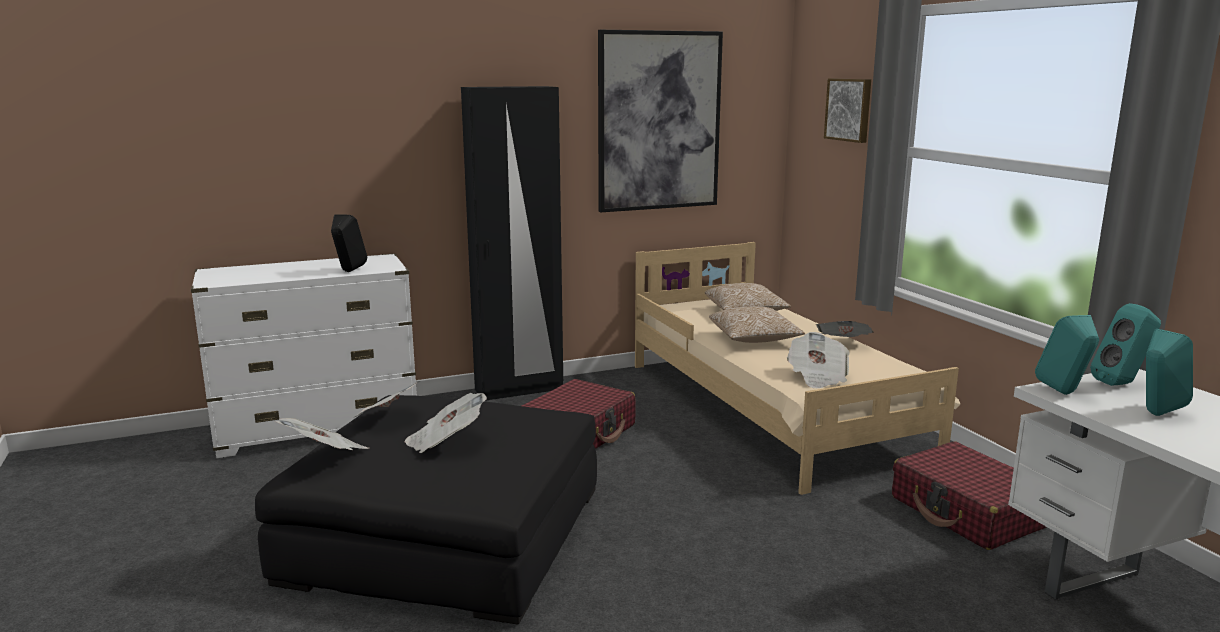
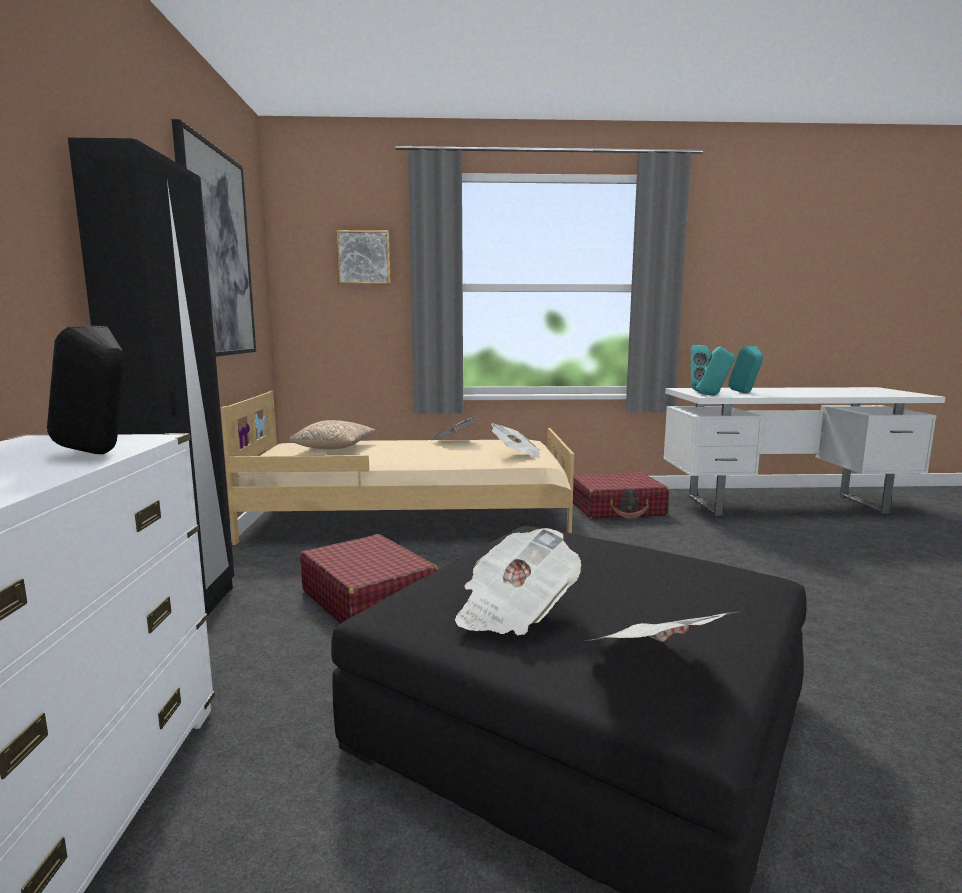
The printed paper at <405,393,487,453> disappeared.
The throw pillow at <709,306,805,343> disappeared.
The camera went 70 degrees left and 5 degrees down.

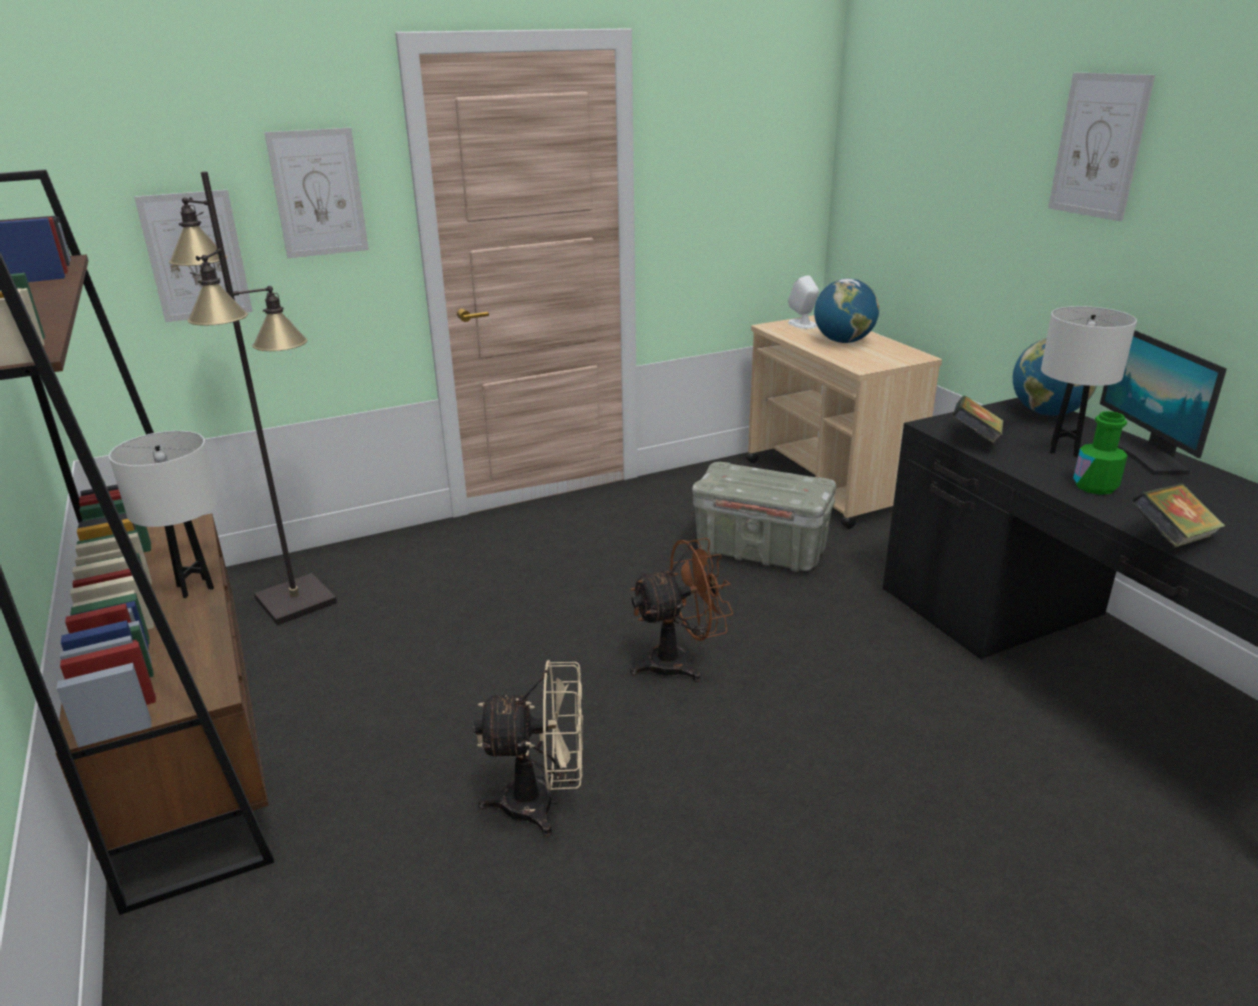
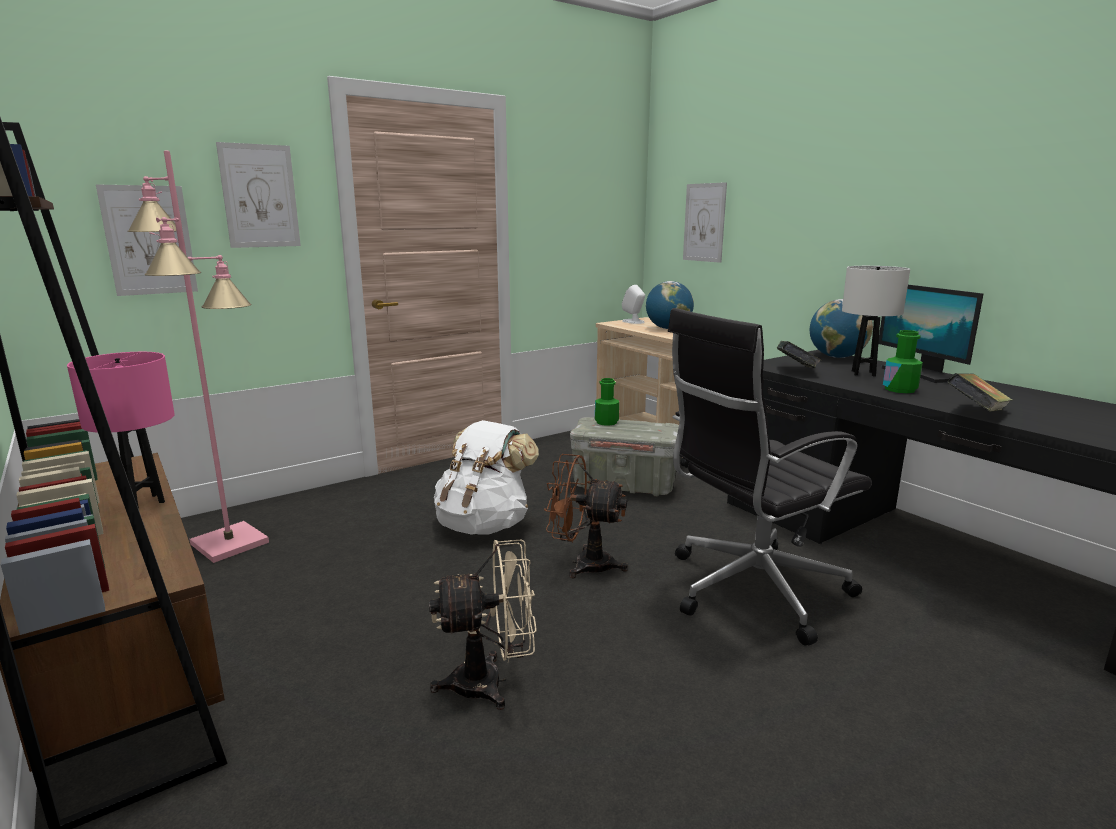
The lamp for a table (whitish) at <109,431,219,598> became the lamp for a table (pinkish) at <67,352,175,509>.
The floor lamp (black) at <169,171,337,625> became the floor lamp (pinkish) at <127,151,269,563>.
The electric fan (brown-coloured) at <630,538,733,682> turned 135 degrees counterclockwise.
The wall picture moved from <1048,73,1155,221> to <683,182,727,263>.
The rucksack (whitish) at <434,420,539,535> appeared.
The beverage bottle (green-coloured) at <595,378,619,426> appeared.
The desk chair (black) at <668,308,872,645> appeared.
The camera went 10 degrees left and 10 degrees down.

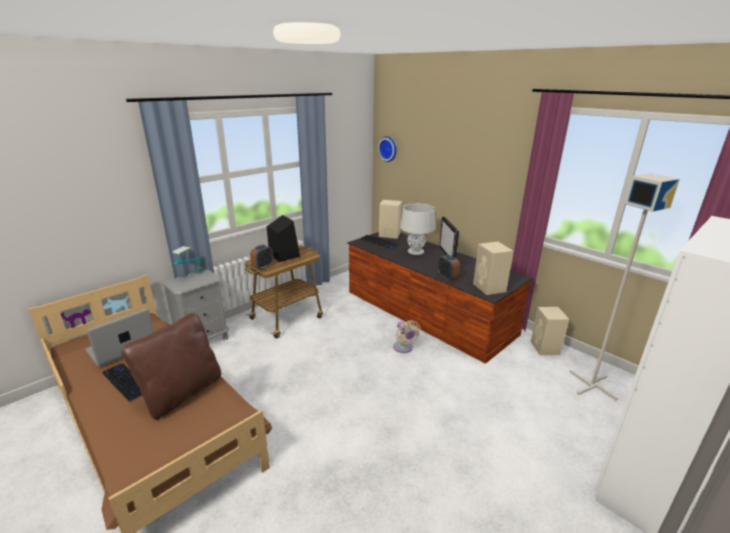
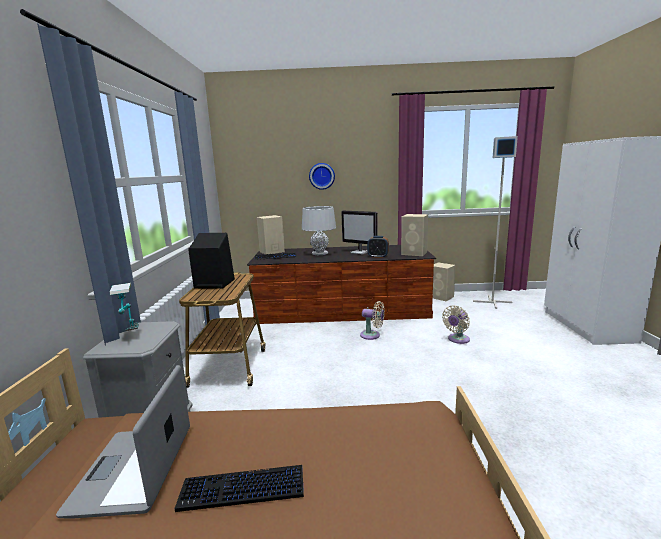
The throw pillow (brown-coloured) at <121,313,221,420> disappeared.
The bedside clock at <250,245,273,270> disappeared.
The clock on the wall moved from <378,136,397,162> to <309,163,335,190>.
The electric fan (beige-coloured) at <442,306,470,344> appeared.
The camera went 45 degrees left and 10 degrees down.

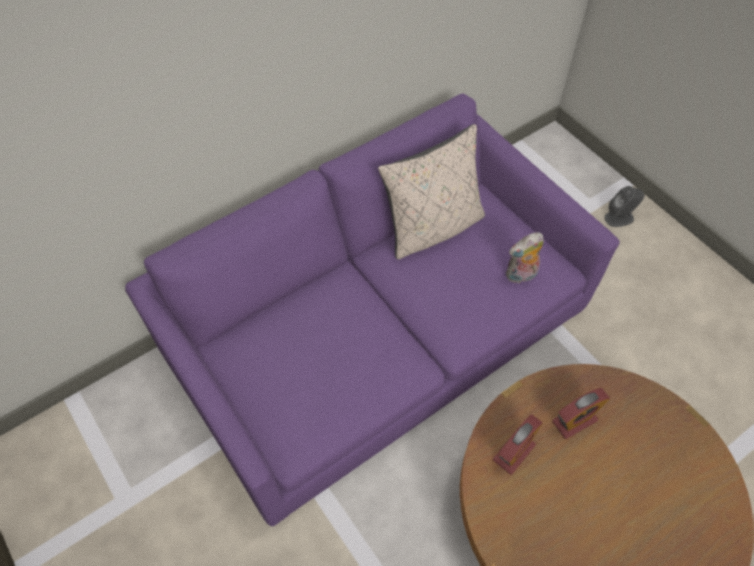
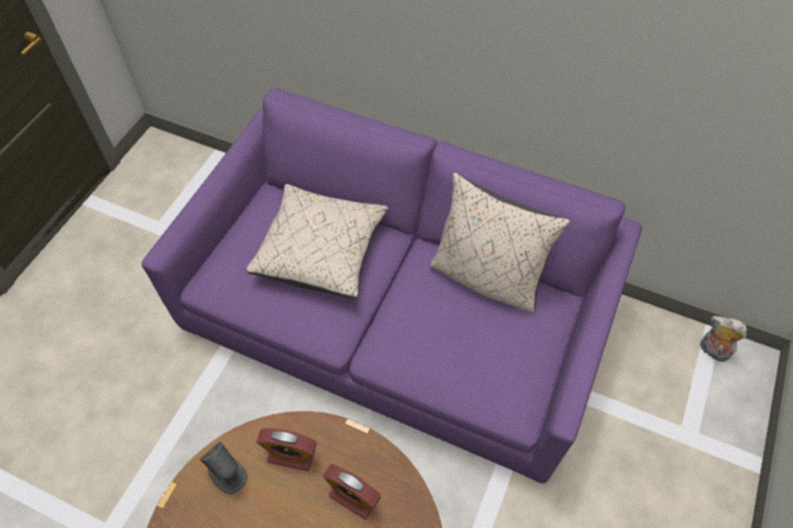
The cuddly toy moved from <506,232,544,283> to <700,316,747,362>.
The audio speaker (gray) moved from <605,186,645,227> to <199,441,247,494>.
The throw pillow (beige-coloured) at <246,184,388,299> appeared.
The camera went 60 degrees right and 0 degrees up.

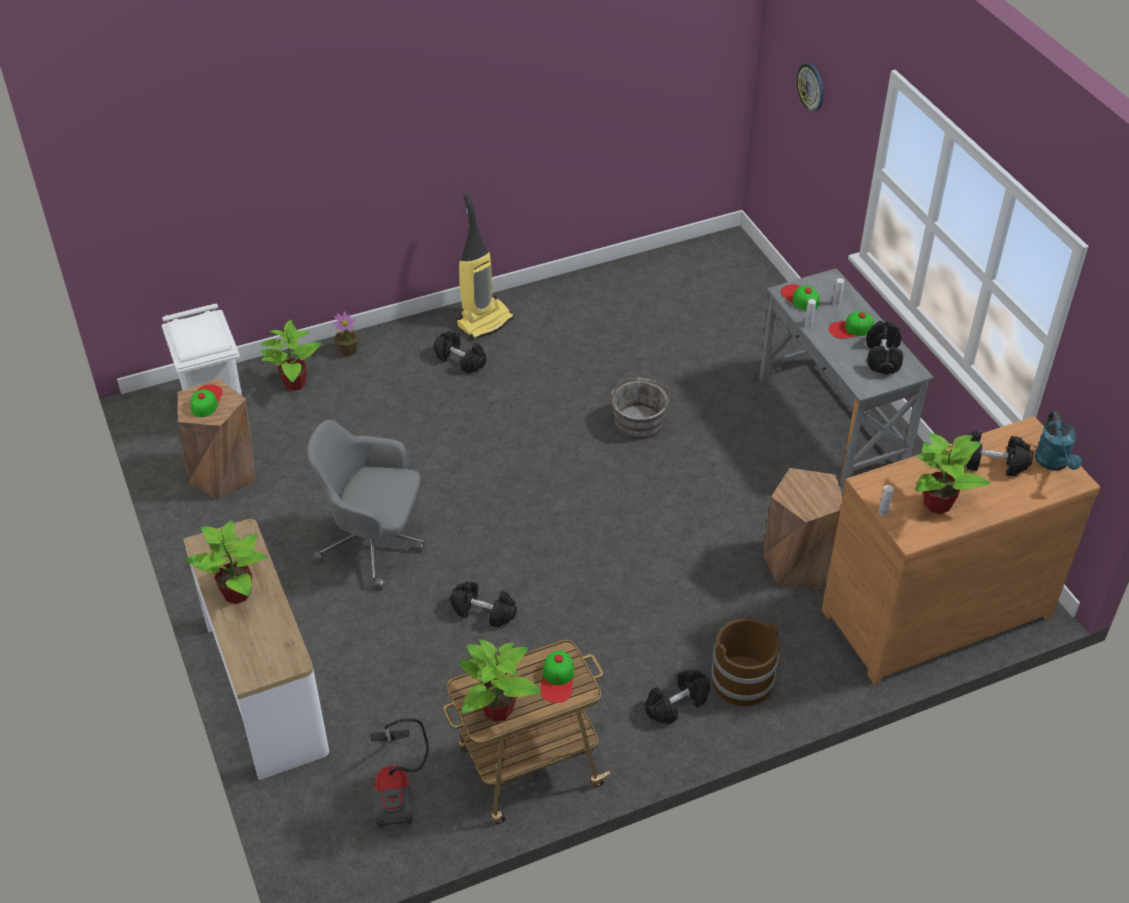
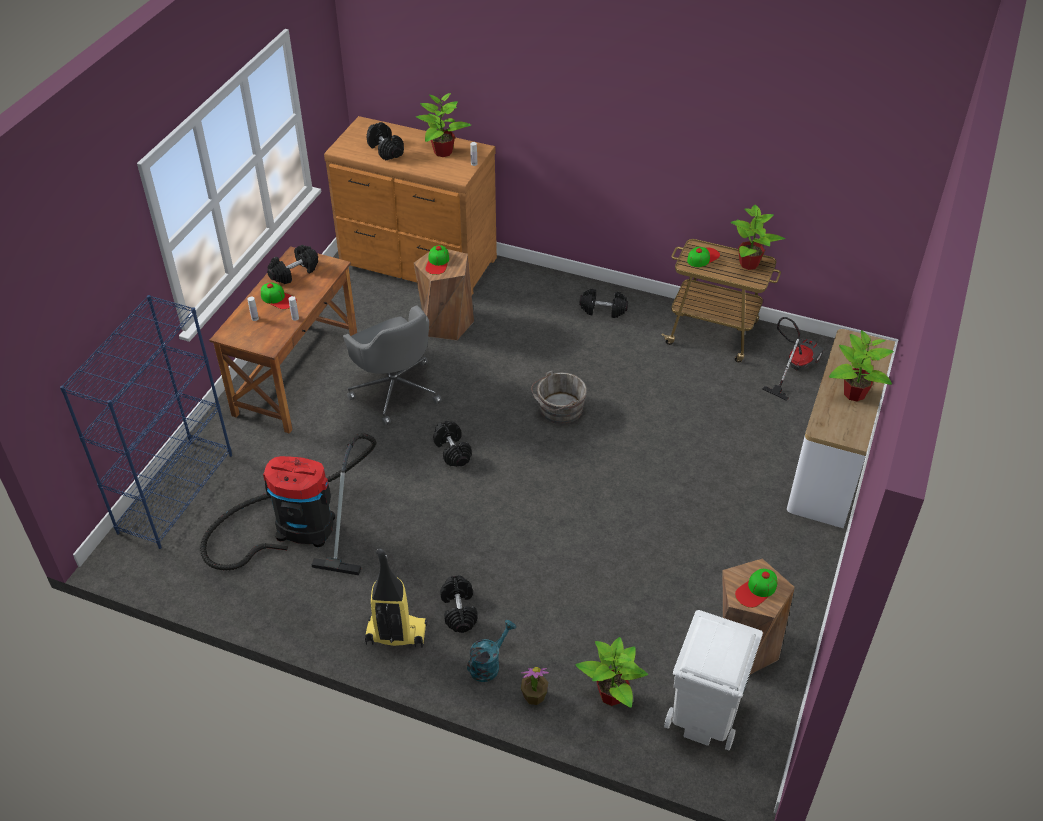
The desk chair (gray) moved from <307,420,425,591> to <343,305,442,425>.
The free weight (black) moved from <450,581,517,627> to <433,421,472,467>.
The pail (gray) moved from <611,377,670,440> to <531,371,587,424>.
The pail (brown-coloured) at <712,619,779,706> disappeared.
The desk table (gray) at <759,268,934,487> became the desk table (brown-coloured) at <209,246,357,434>.
The baseball cap moved from <781,284,819,311> to <425,245,449,275>.
The clock on the wall at <796,63,824,111> disappeared.
The watering pot (turquoise) moved from <1035,412,1082,471> to <467,620,516,682>.
The bookshelf (blue-coloured) at <60,295,232,549> appeared.
The vacuum cleaner at <200,433,376,575> appeared.
The camera went 135 degrees left and 0 degrees up.

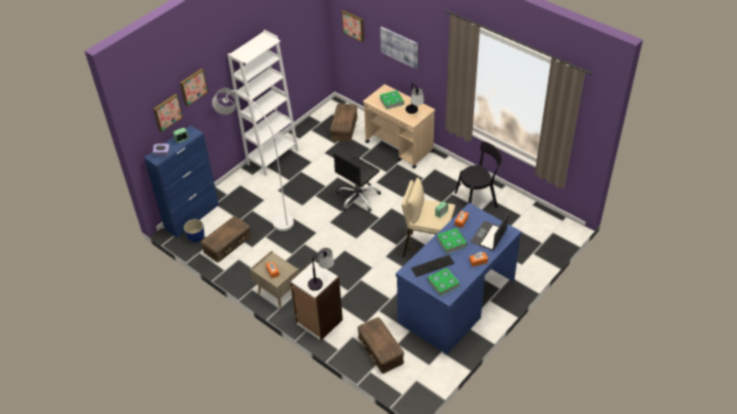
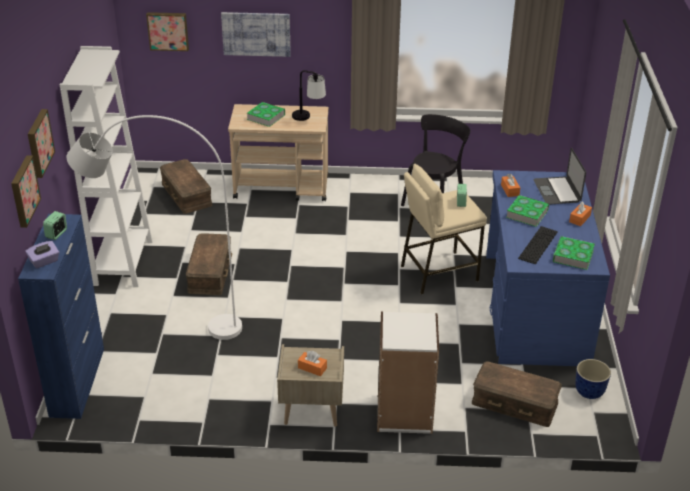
The planter moved from <184,219,204,242> to <575,359,611,399>.
The storage bin (brown-coloured) moved from <201,216,251,262> to <186,233,232,295>.
The lamp for a table at <308,248,334,291> disappeared.
The desk chair (black) at <333,152,381,212> disappeared.
The camera went 40 degrees left and 10 degrees down.

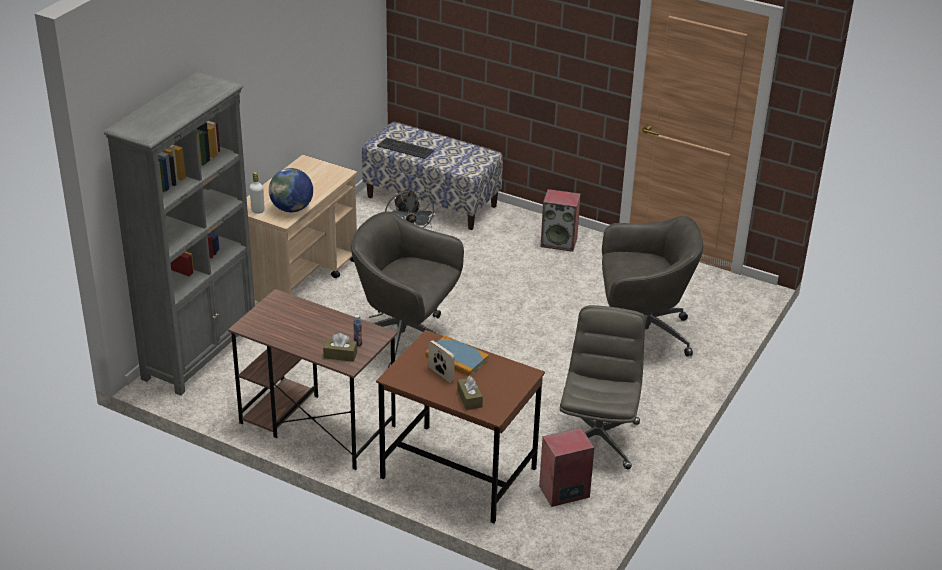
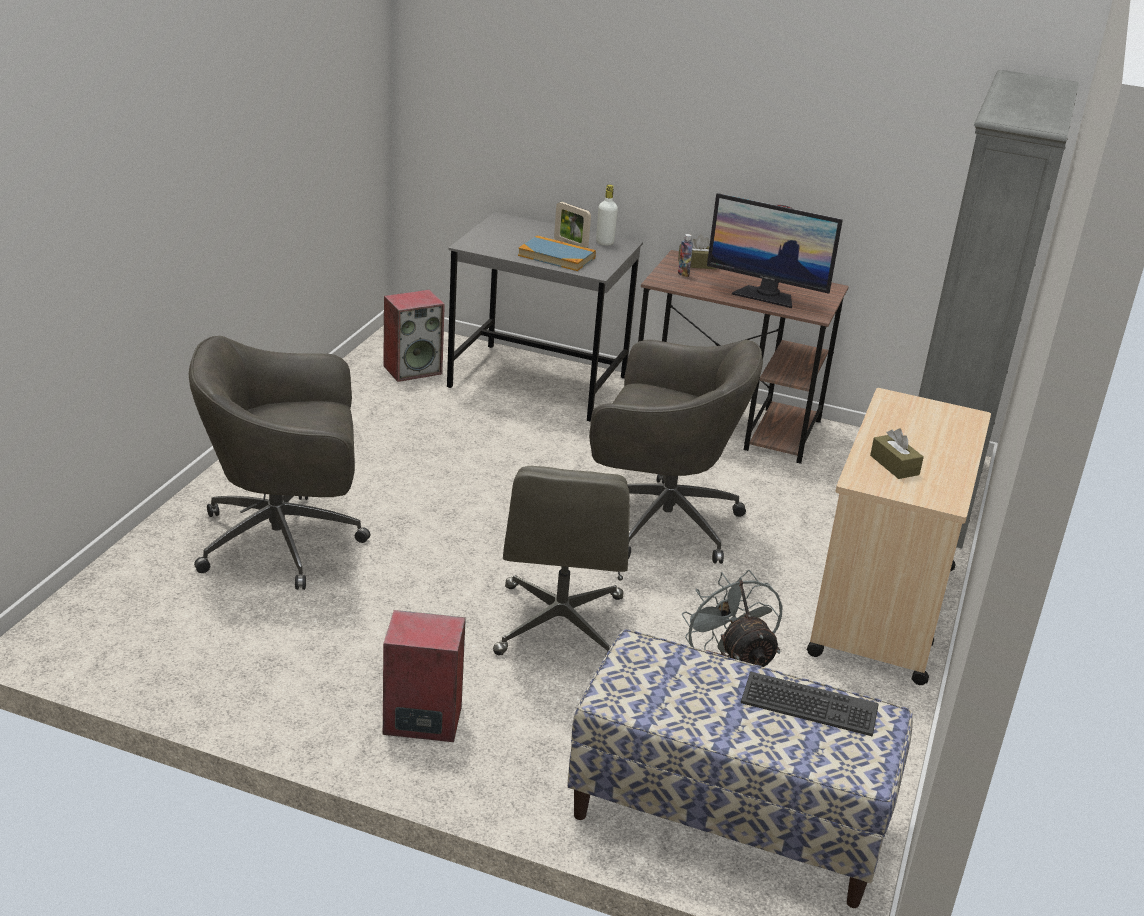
The beverage bottle (whitish) moved from <249,172,265,214> to <596,185,618,245>.
The globe at <269,168,313,212> disappeared.
The desk table (brown-coloured) at <376,330,545,524> became the desk table (gray) at <447,212,643,422>.
The tissue holder (brown-coloured) moved from <457,376,483,410> to <870,428,924,479>.
The desk chair (gray) moved from <560,305,645,469> to <493,466,630,656>.
The computer display at <707,193,843,308> appeared.
The camera went 170 degrees right and 5 degrees down.

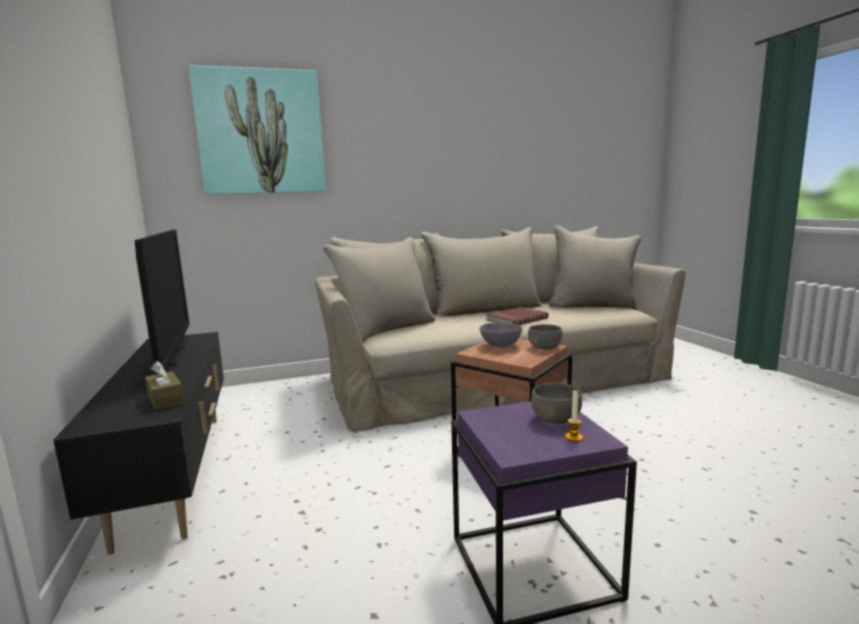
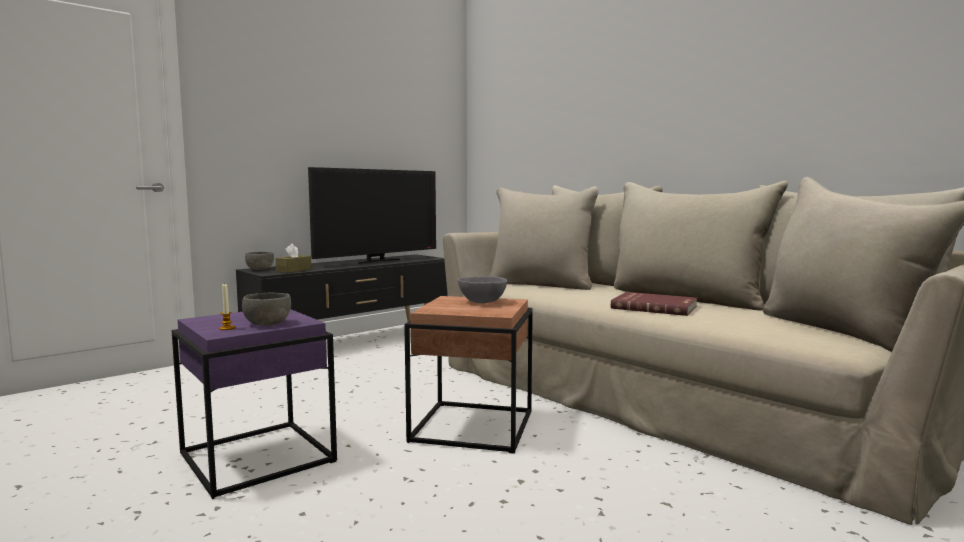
The wall picture at <188,65,326,194> disappeared.
The serving bowl (gray) moved from <528,324,562,350> to <245,252,274,270>.
The camera went 65 degrees right and 5 degrees down.

